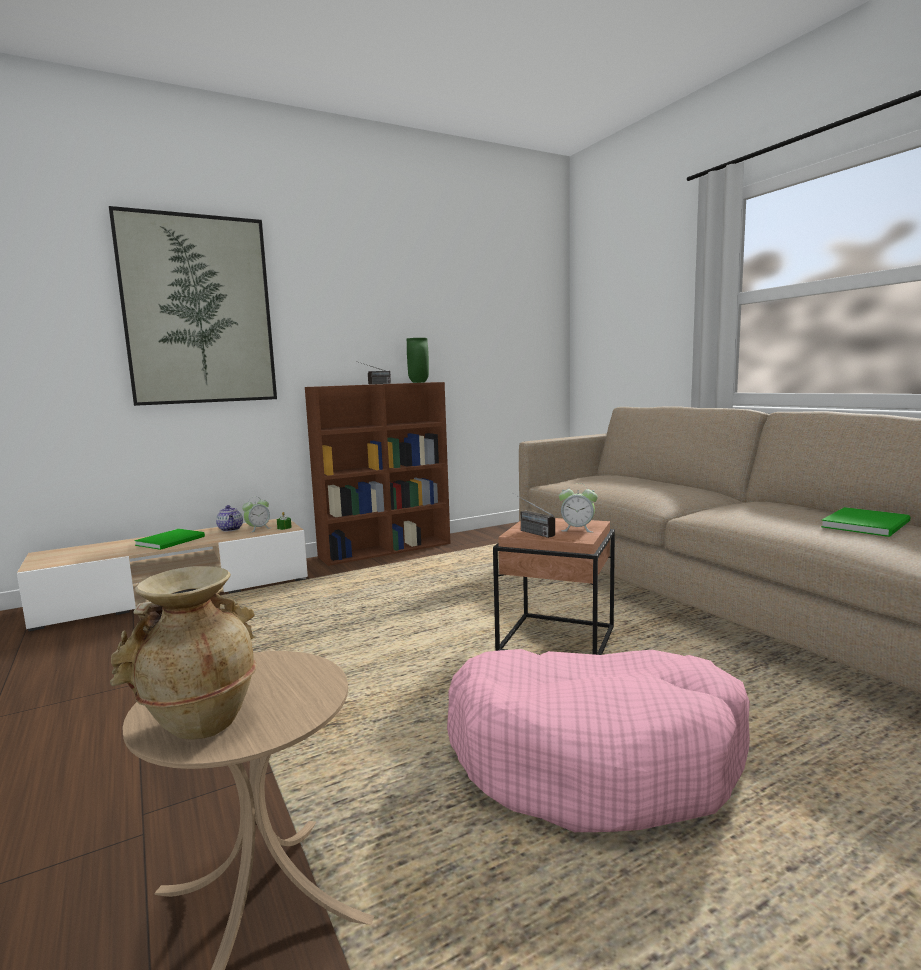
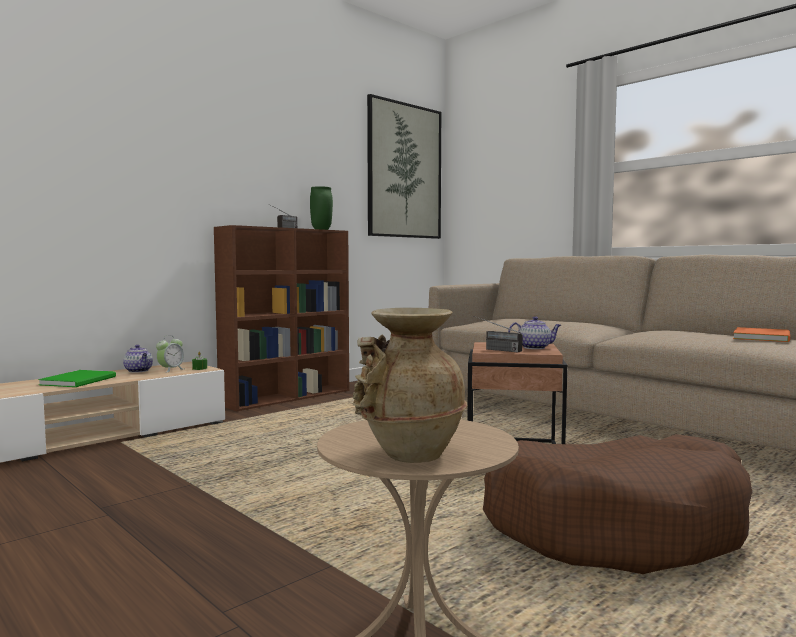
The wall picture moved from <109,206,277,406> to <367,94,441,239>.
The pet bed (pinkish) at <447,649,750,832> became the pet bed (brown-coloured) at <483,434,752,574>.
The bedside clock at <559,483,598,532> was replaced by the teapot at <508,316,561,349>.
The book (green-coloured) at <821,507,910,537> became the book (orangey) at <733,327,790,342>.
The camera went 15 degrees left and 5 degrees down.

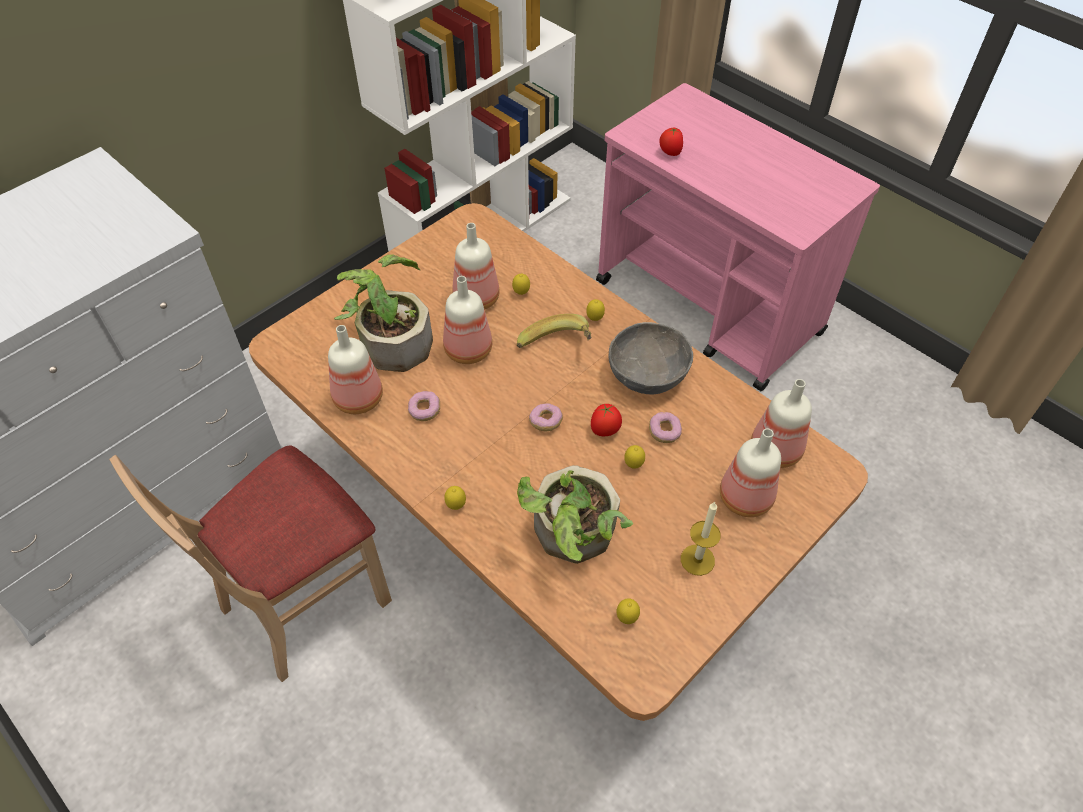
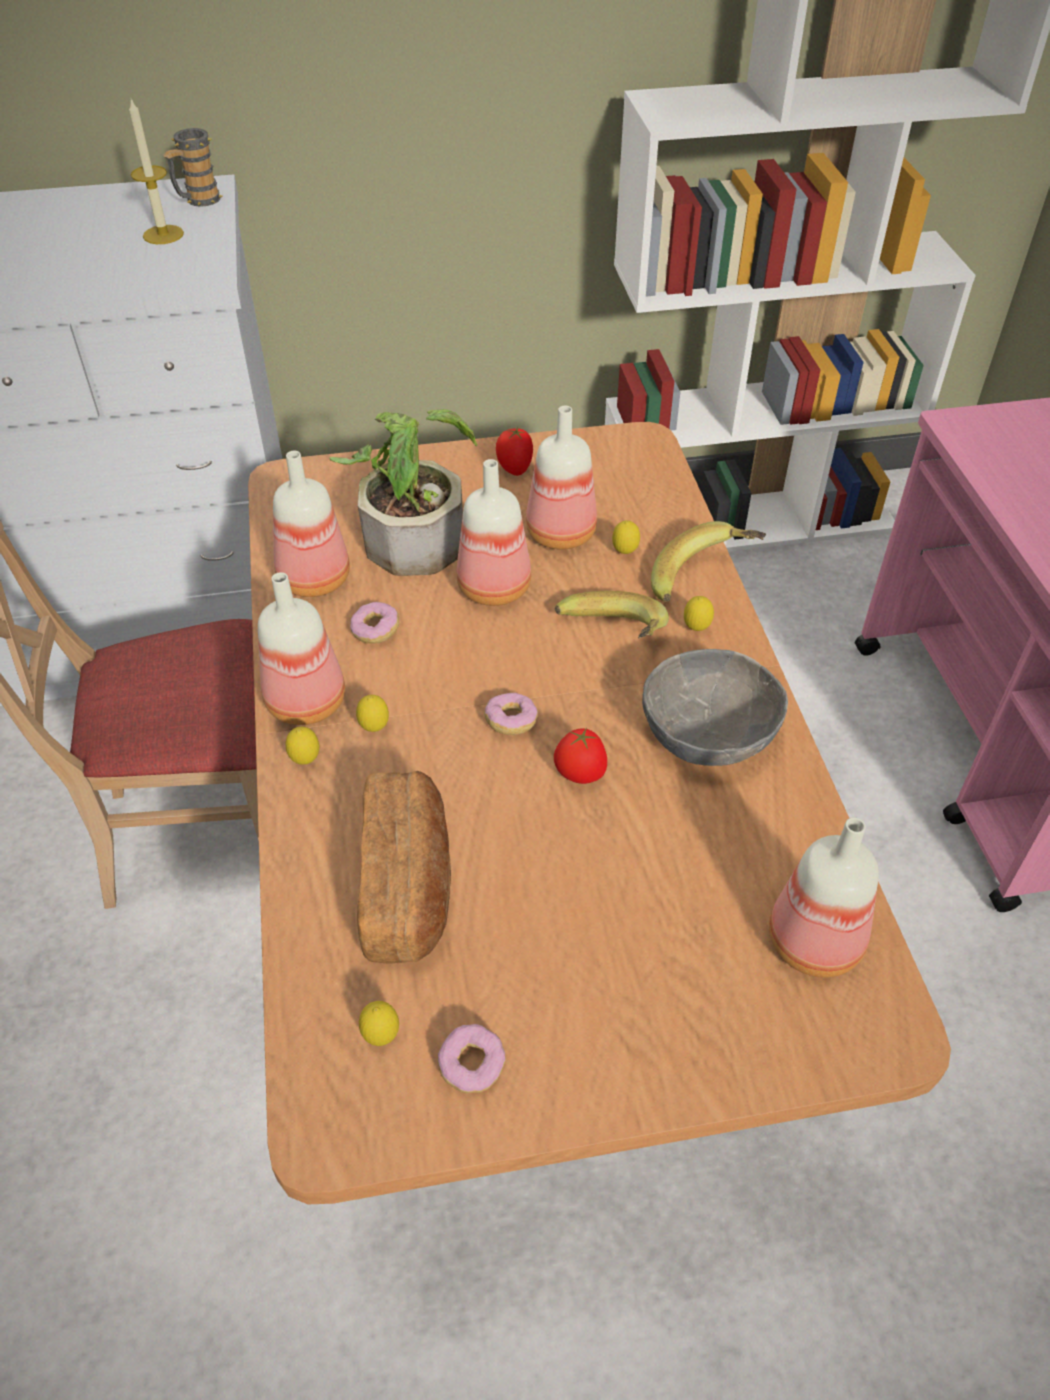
The plant in a pot at <517,465,633,564> was replaced by the bread at <357,771,451,964>.
The whole lemon moved from <624,445,645,469> to <356,695,389,732>.
The doughnut moved from <649,412,682,443> to <437,1024,506,1093>.
The tomato moved from <659,127,683,156> to <496,427,533,476>.
The wax candle moved from <681,502,721,576> to <129,99,184,244>.
The beverage bottle moved from <720,428,781,517> to <258,572,345,725>.
The coffee mug at <163,128,223,207> appeared.
The banana fruit at <651,521,766,602> appeared.
The camera went 35 degrees right and 5 degrees down.

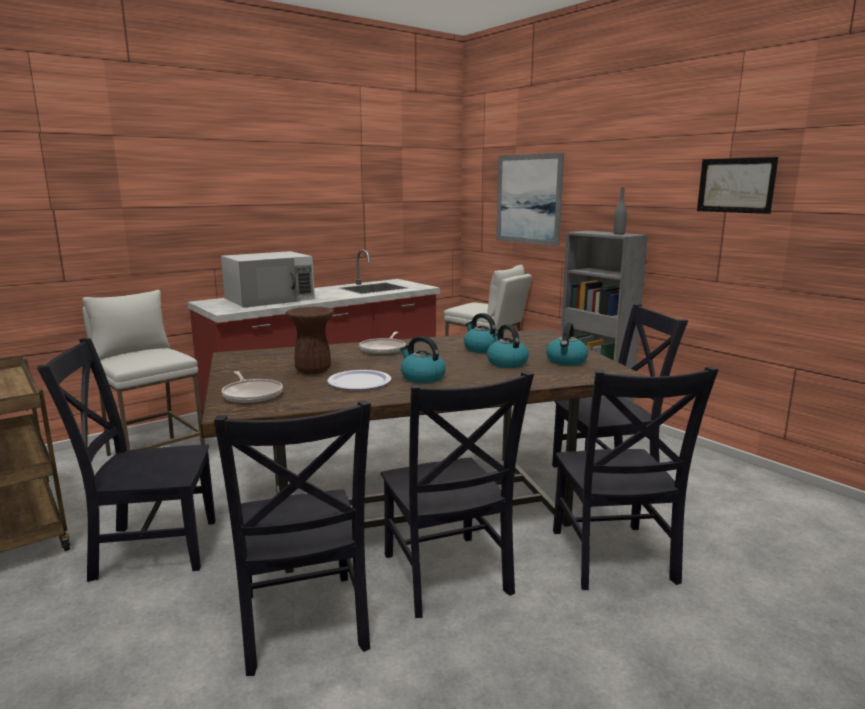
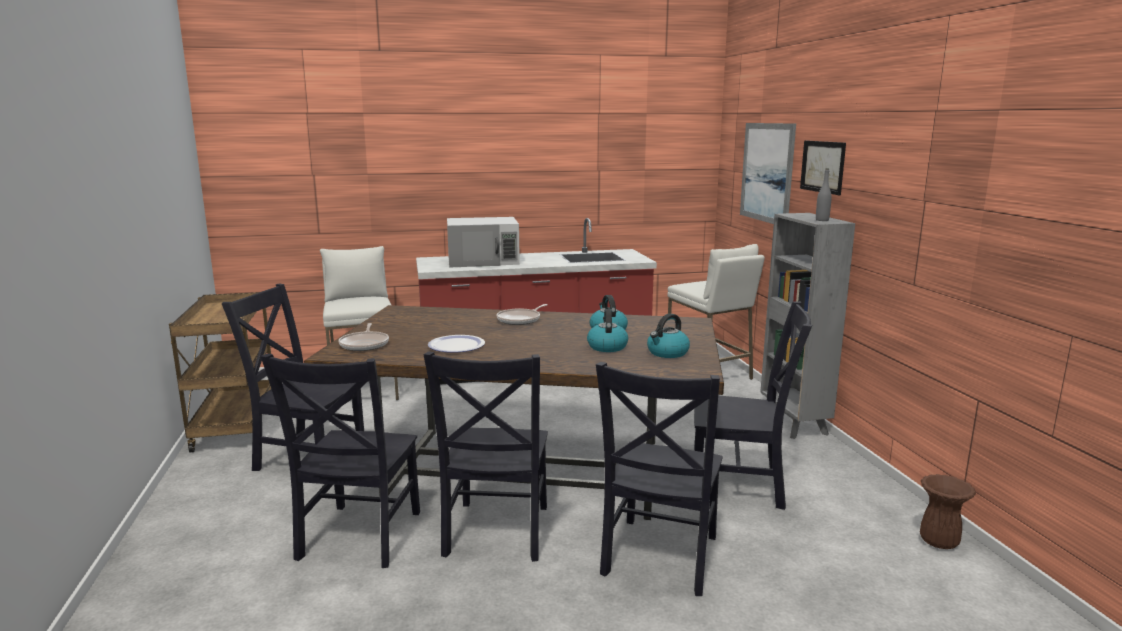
The flower vase (brown-coloured) moved from <286,306,334,374> to <920,474,976,549>.
The kettle at <400,336,446,383> disappeared.
The wall picture moved from <697,157,778,214> to <800,140,846,195>.
The camera went 25 degrees right and 0 degrees up.

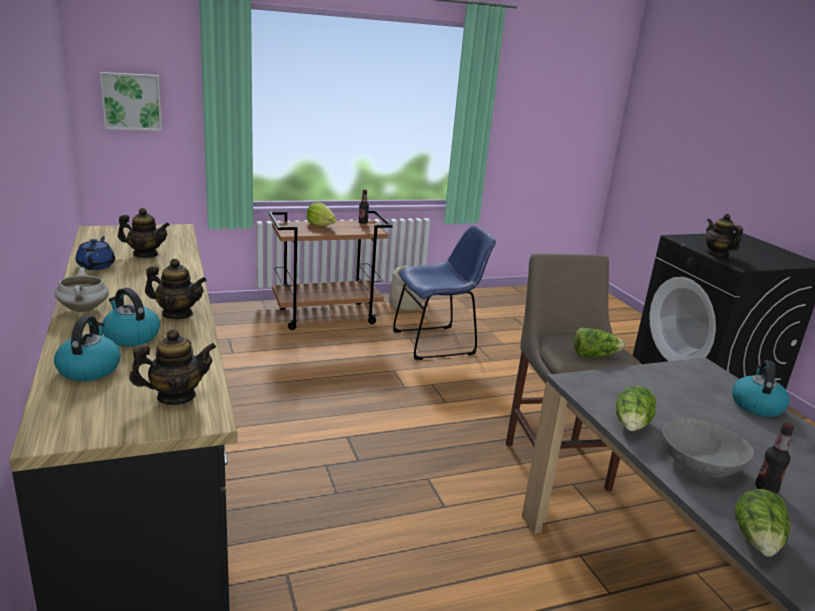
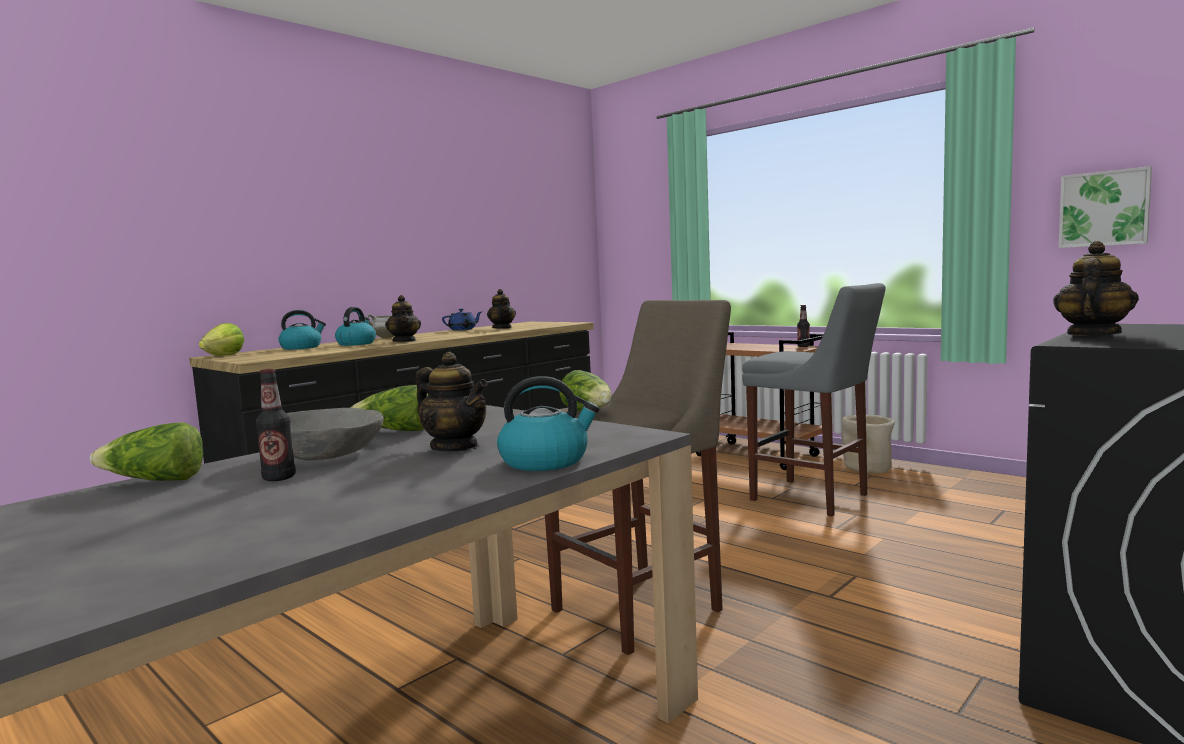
The wall picture moved from <100,72,162,131> to <1058,166,1152,248>.
The teapot moved from <129,329,216,405> to <415,352,488,451>.
The head of lettuce moved from <307,202,336,226> to <199,323,244,356>.
The chair (blue-coloured) at <393,225,496,360> was replaced by the sitting stool (gray) at <742,283,886,517>.
The camera went 65 degrees right and 15 degrees down.

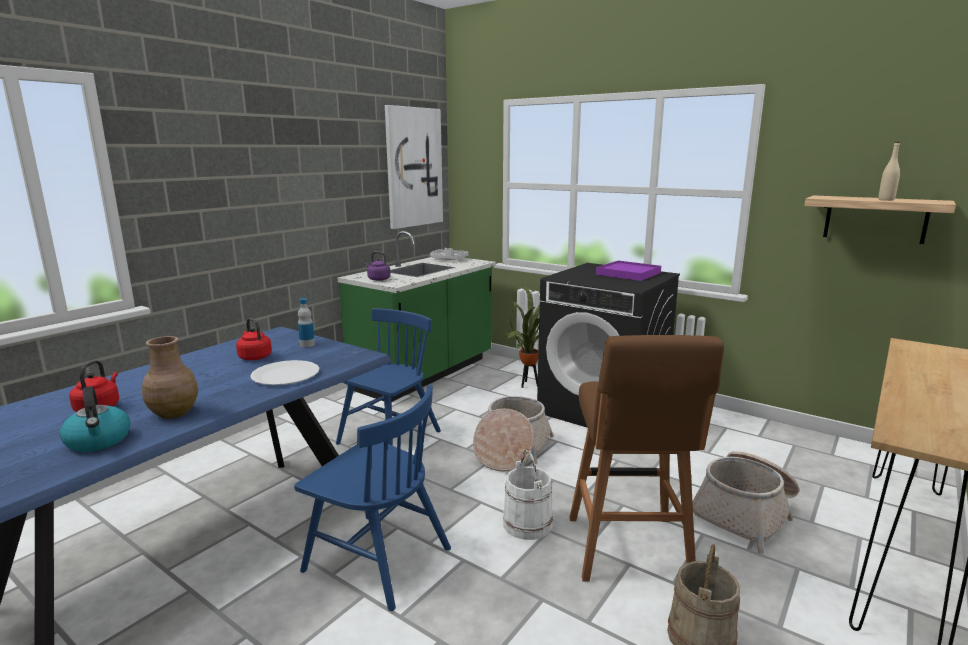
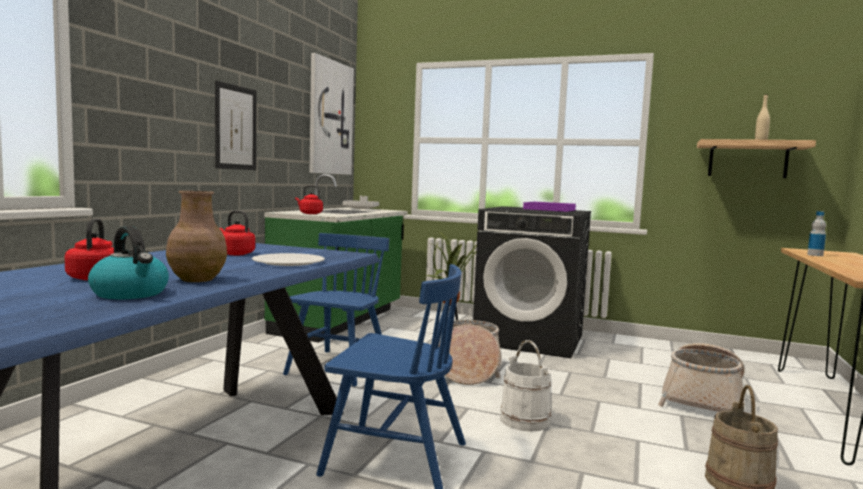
The beverage bottle moved from <298,298,315,347> to <807,211,826,256>.
The kettle (purple) at <365,252,391,281> became the kettle (reddish) at <295,185,323,214>.
The sitting stool (brown-coloured) at <569,335,724,582> disappeared.
The wall picture at <215,81,256,170> appeared.
The camera went 15 degrees left and 10 degrees down.

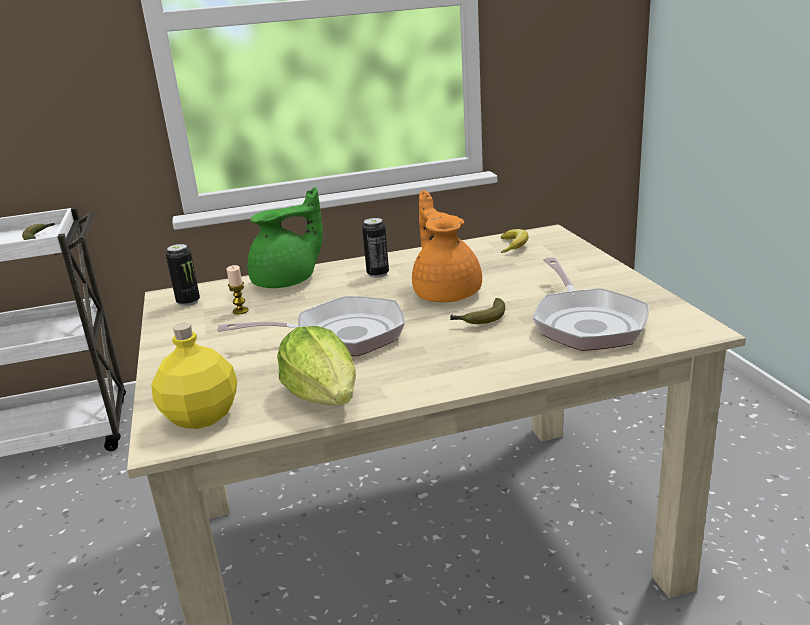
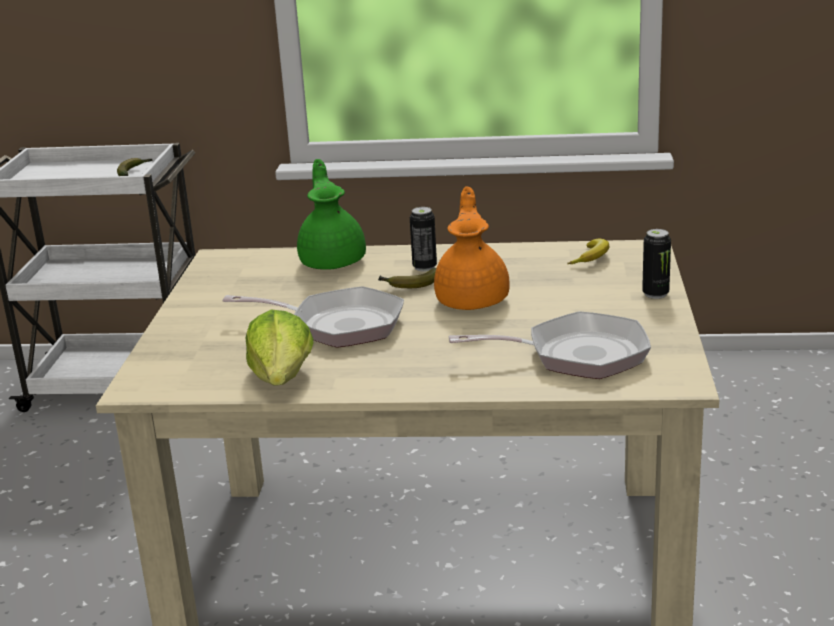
The beverage bottle (yellowish) at <151,323,237,429> disappeared.
The can moved from <166,244,200,306> to <642,229,671,299>.
The wax candle at <227,265,249,315> disappeared.
The teapot (green-coloured) at <247,187,323,288> turned 90 degrees counterclockwise.
The banana fruit moved from <450,298,505,324> to <378,268,436,288>.
The skillet at <533,257,649,351> turned 105 degrees counterclockwise.
The camera went 20 degrees right and 0 degrees up.

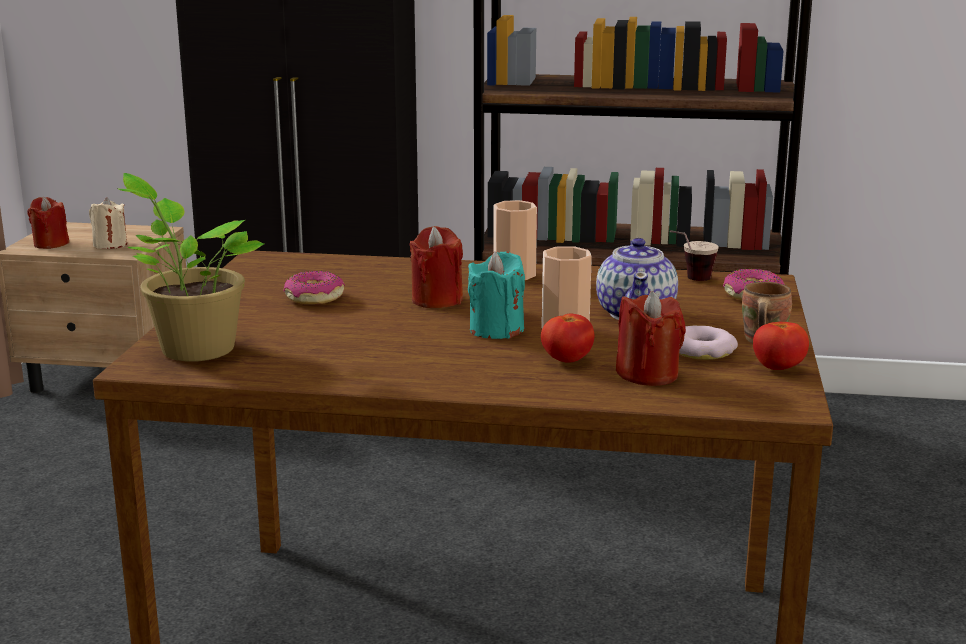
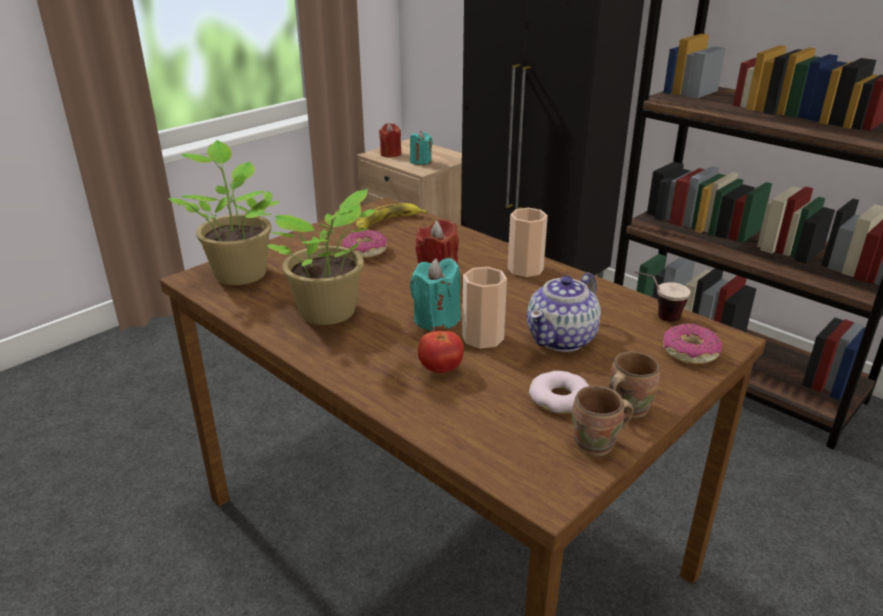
The wax candle (beige-coloured) at <89,197,127,249> became the wax candle (turquoise) at <410,131,433,165>.
The wax candle (reddish) at <616,291,686,386> disappeared.
The tomato at <753,322,809,370> was replaced by the coffee mug (brown-coloured) at <572,386,634,456>.
The plant in a pot at <267,189,375,325> appeared.
The banana fruit at <356,203,427,230> appeared.
The camera went 35 degrees right and 10 degrees up.

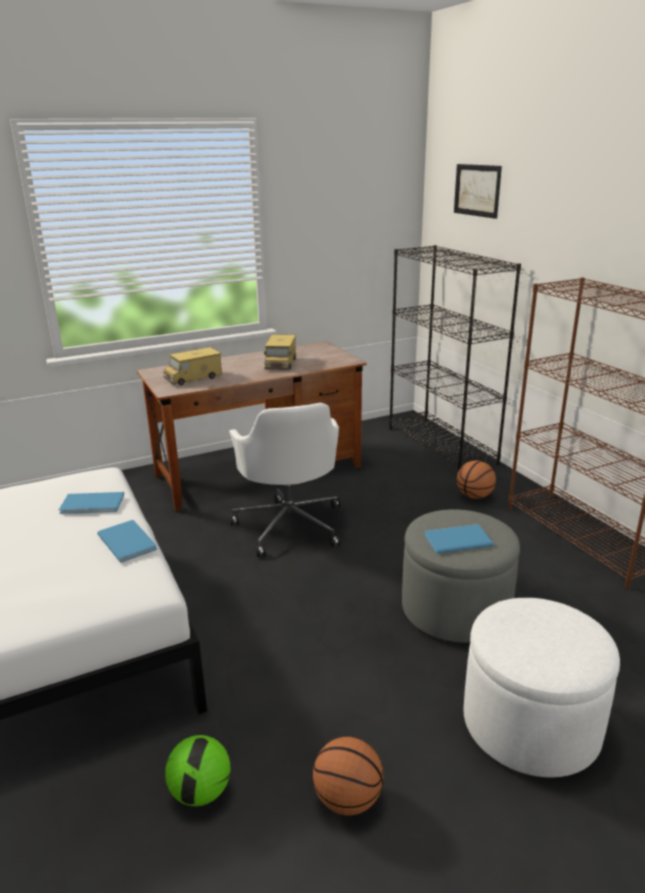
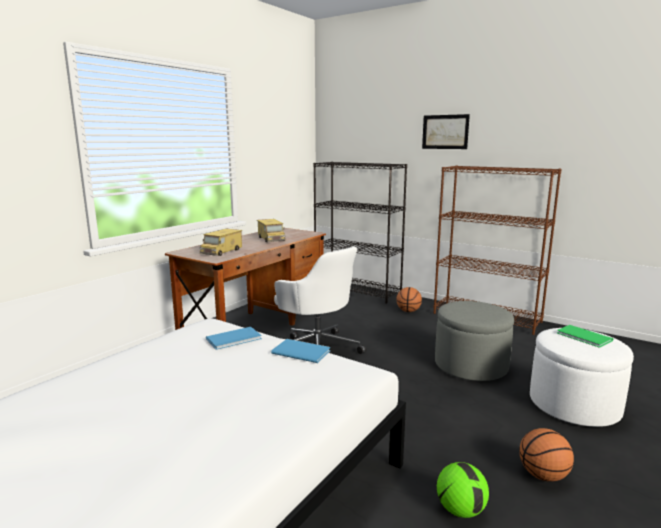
The book (blue-coloured) at <424,524,493,554> disappeared.
The wall picture moved from <454,164,502,219> to <422,114,470,149>.
The book (green-coloured) at <557,325,613,348> appeared.
The camera went 30 degrees left and 10 degrees down.

